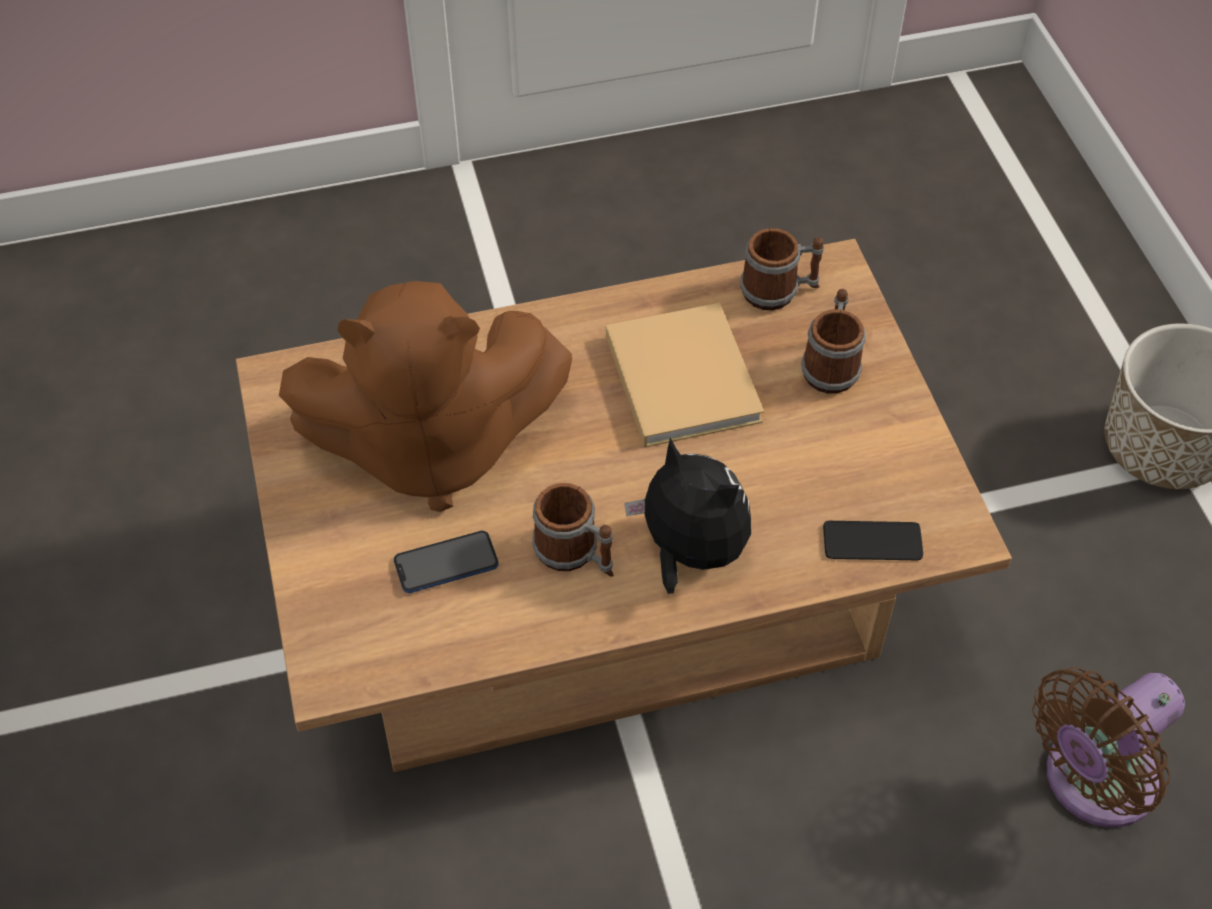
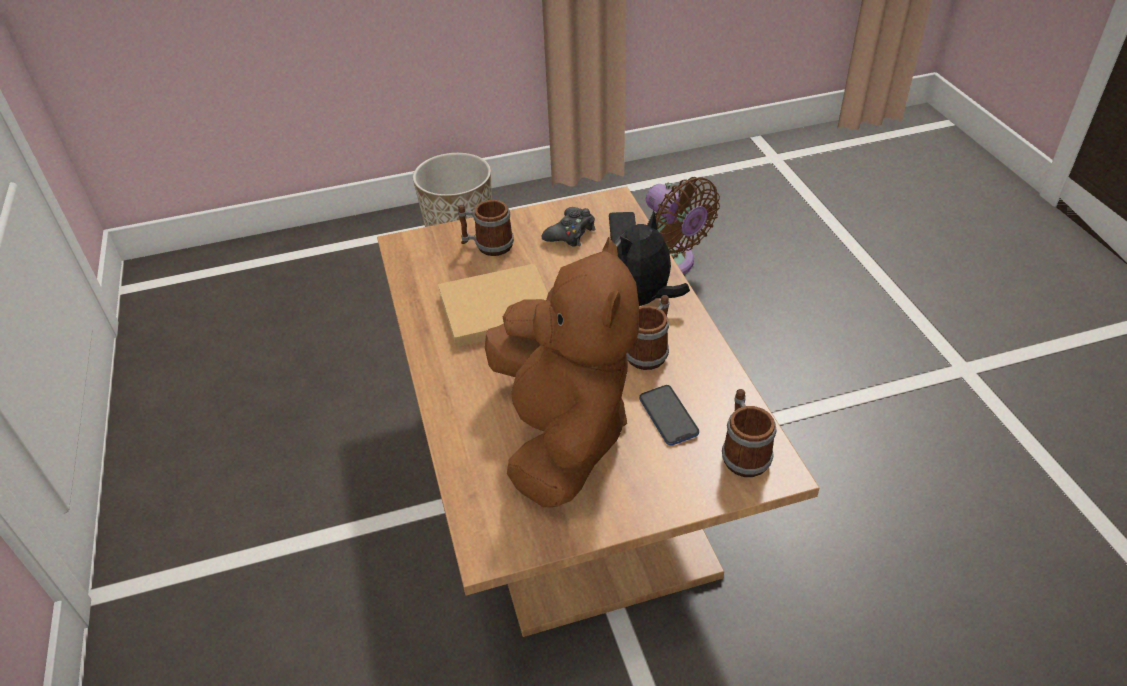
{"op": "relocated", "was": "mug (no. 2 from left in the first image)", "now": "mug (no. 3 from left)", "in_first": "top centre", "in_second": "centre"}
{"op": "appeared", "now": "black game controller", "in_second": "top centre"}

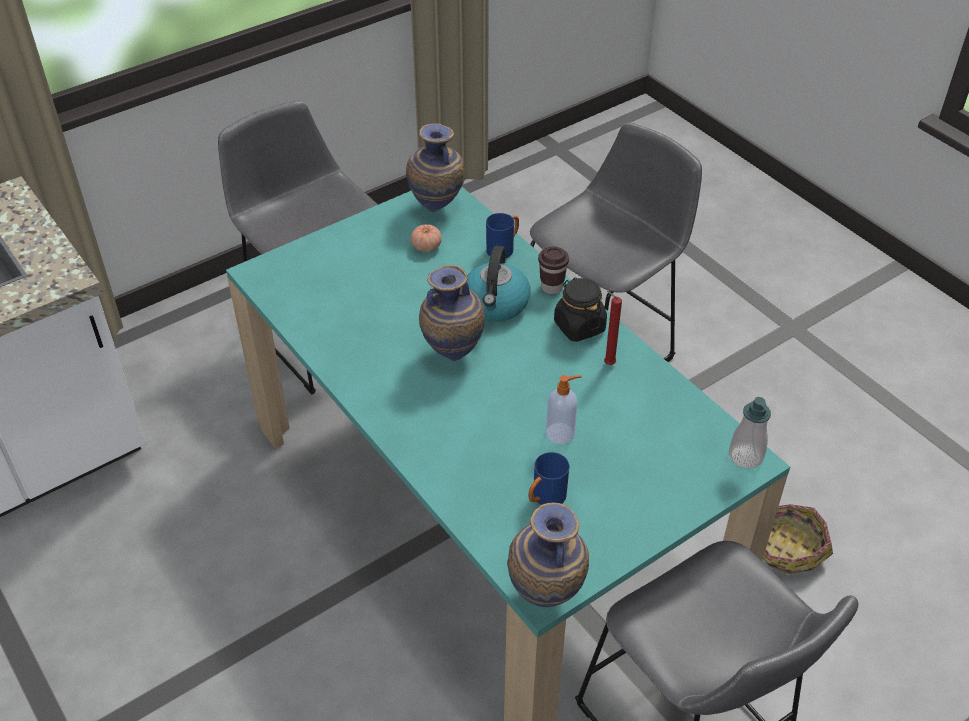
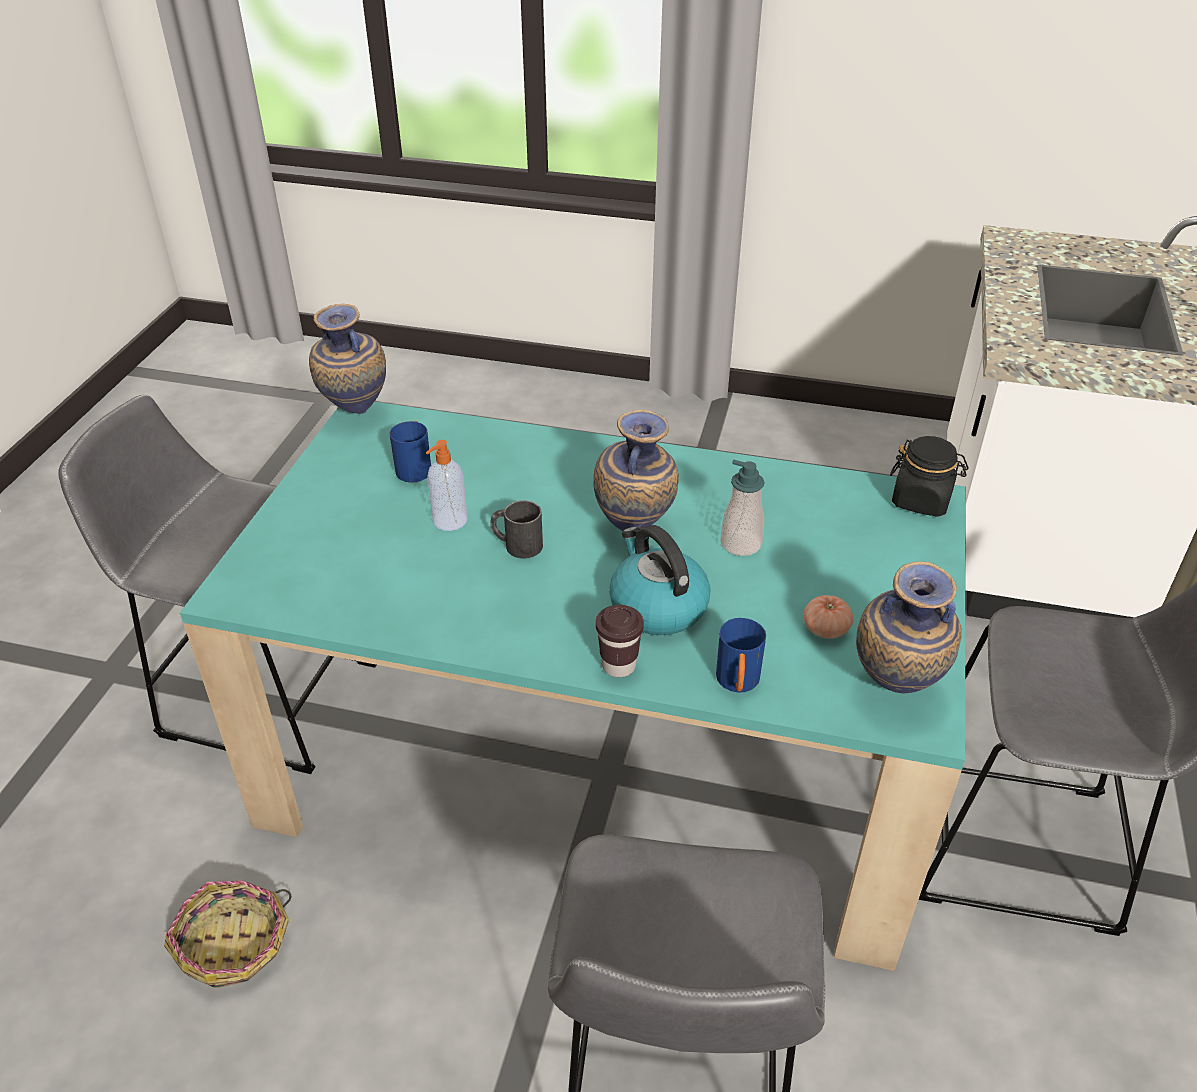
{"op": "relocated", "was": "black jar", "in_first": "centre", "in_second": "middle right"}
{"op": "missing", "was": "red candle", "in_first": "centre"}
{"op": "relocated", "was": "soap dispenser (no. 2 from left)", "in_first": "middle right", "in_second": "centre"}
{"op": "appeared", "now": "black mug", "in_second": "centre"}

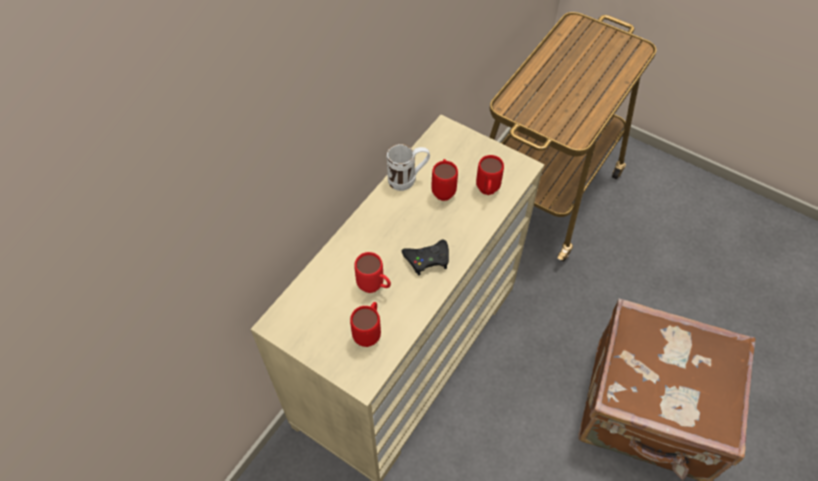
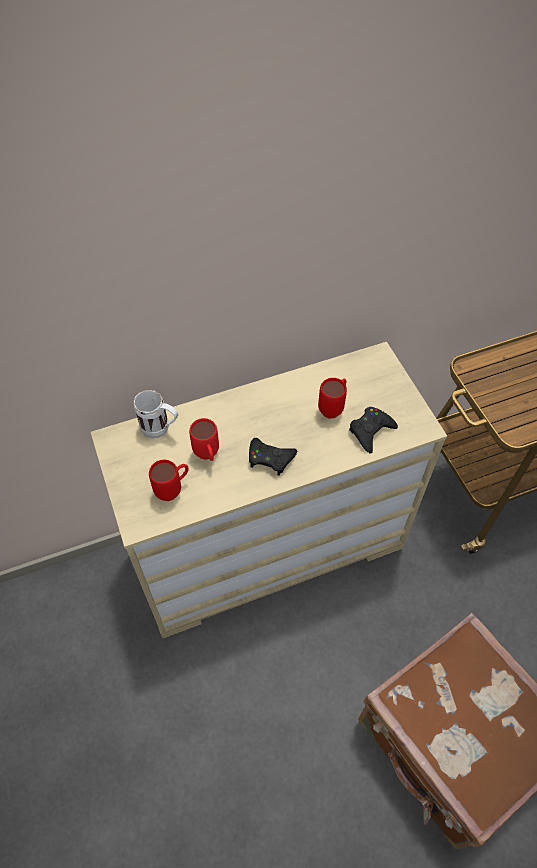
{"op": "relocated", "was": "white mug", "in_first": "centre", "in_second": "middle left"}
{"op": "exchanged", "was": "red mug (no. 4 from left)", "now": "black game controller (no. 2 from left)", "in_first": "centre", "in_second": "middle right"}

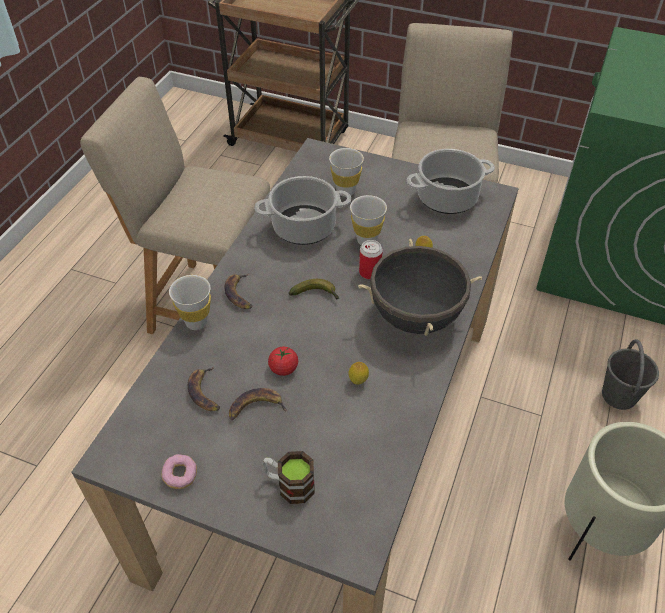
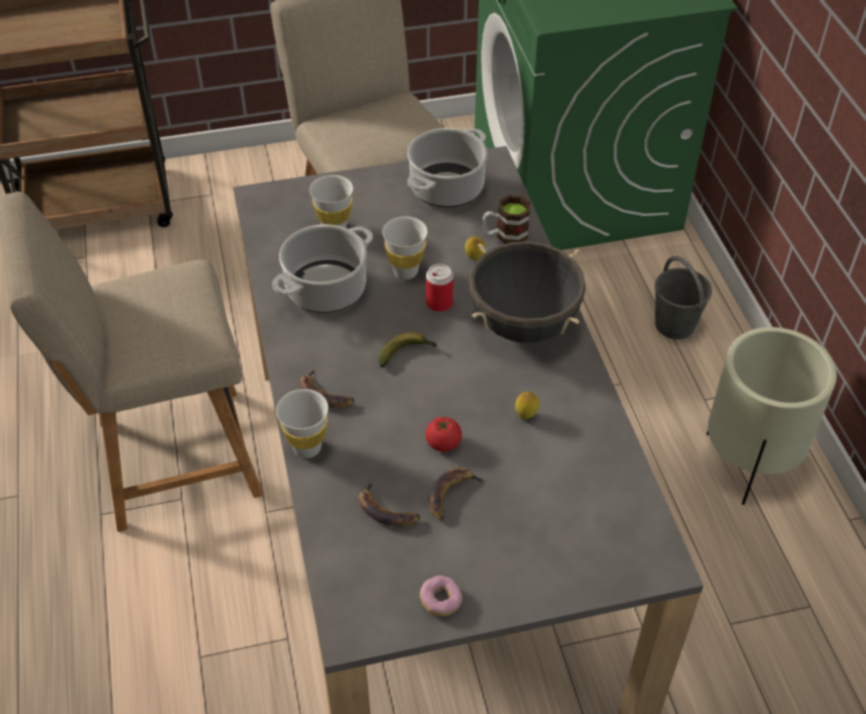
{"op": "relocated", "was": "mug", "in_first": "bottom centre", "in_second": "top centre"}

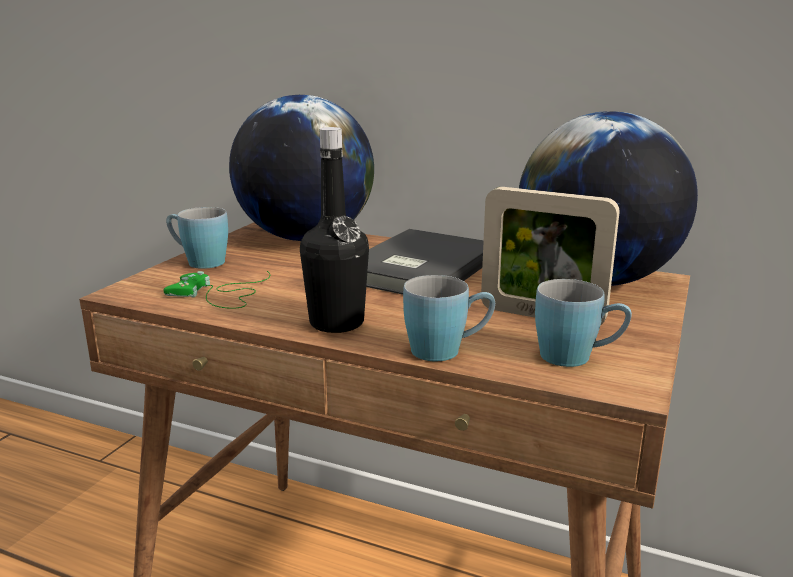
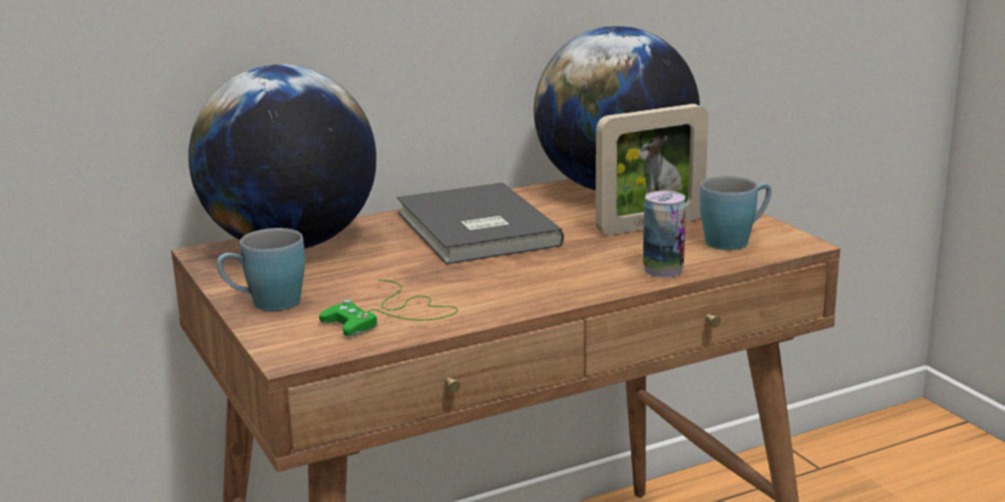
{"op": "missing", "was": "black bottle", "in_first": "centre"}
{"op": "exchanged", "was": "blue mug (no. 2 from left)", "now": "can", "in_first": "centre", "in_second": "centre"}

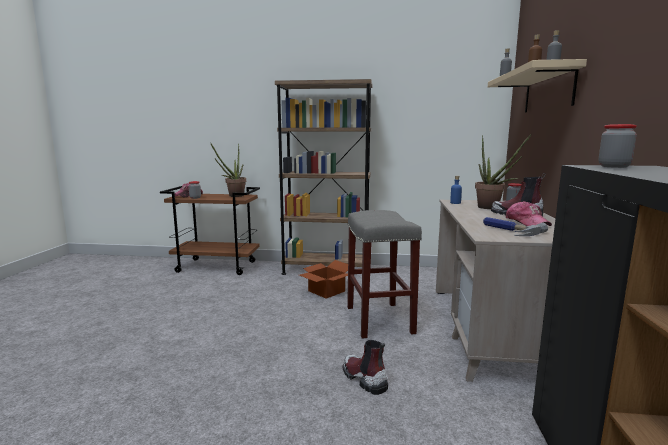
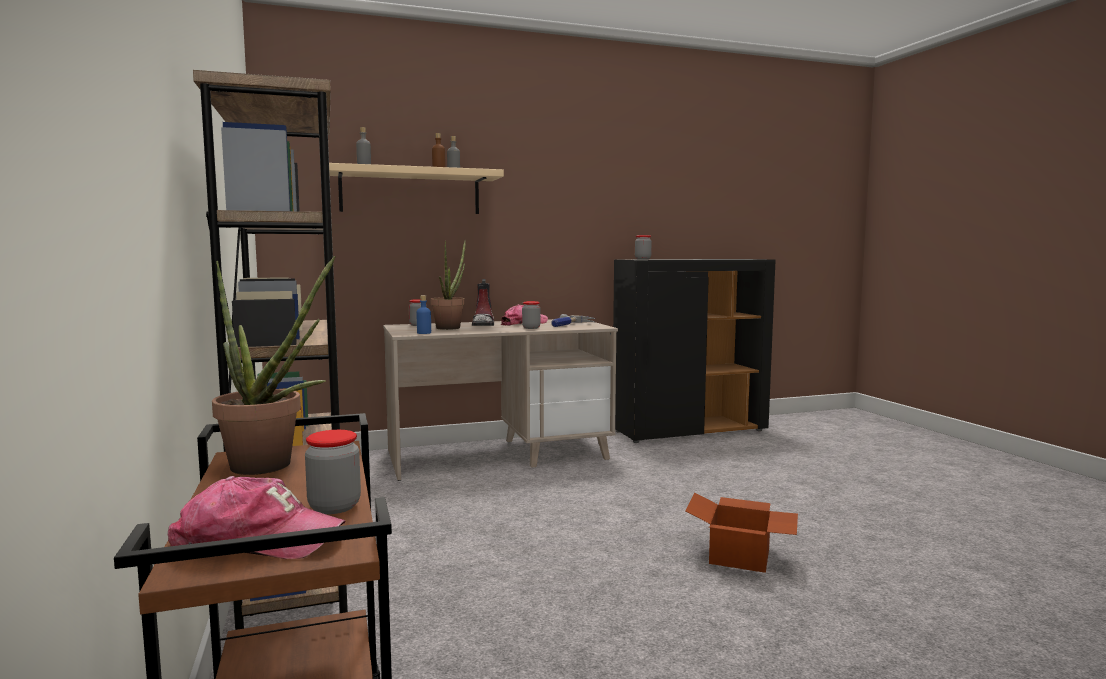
{"op": "missing", "was": "grey stool", "in_first": "centre"}
{"op": "relocated", "was": "cardboard box", "in_first": "centre", "in_second": "bottom right"}
{"op": "missing", "was": "boot (no. 1 from left)", "in_first": "bottom centre"}
{"op": "appeared", "now": "jar (no. 3 from left)", "in_second": "centre"}

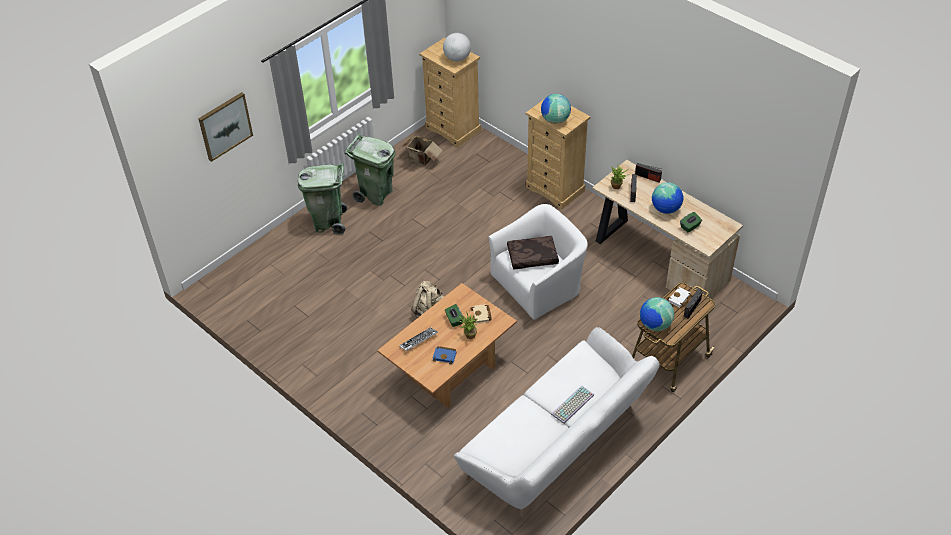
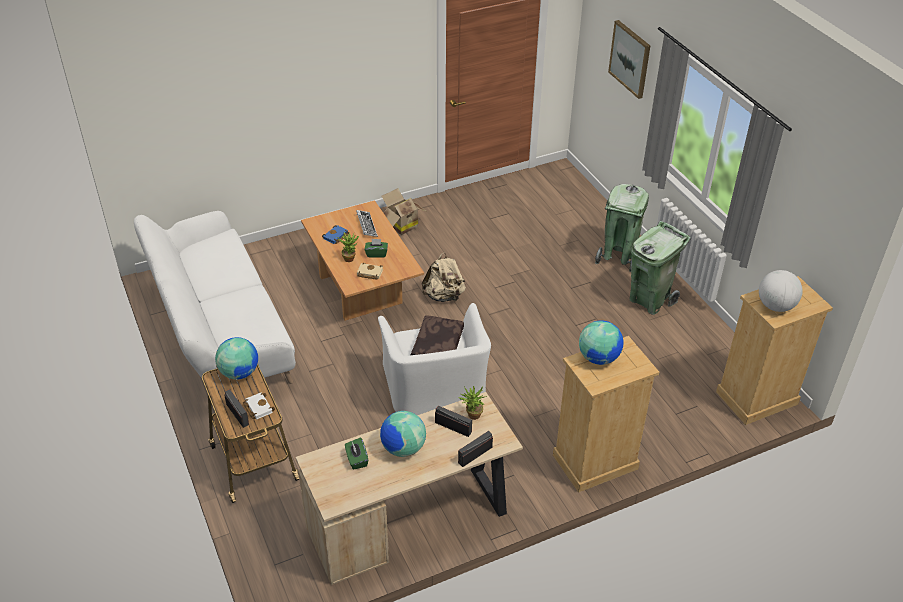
{"op": "relocated", "was": "cardboard box", "in_first": "top centre", "in_second": "centre"}
{"op": "missing", "was": "keyboard (no. 2 from left)", "in_first": "bottom centre"}

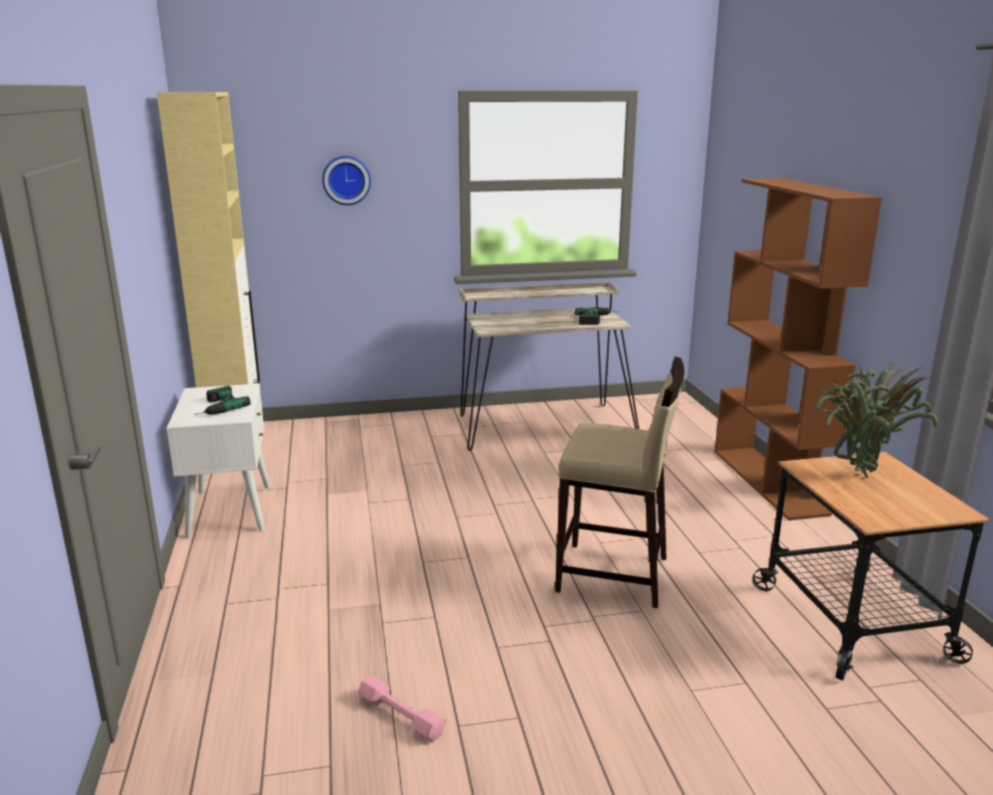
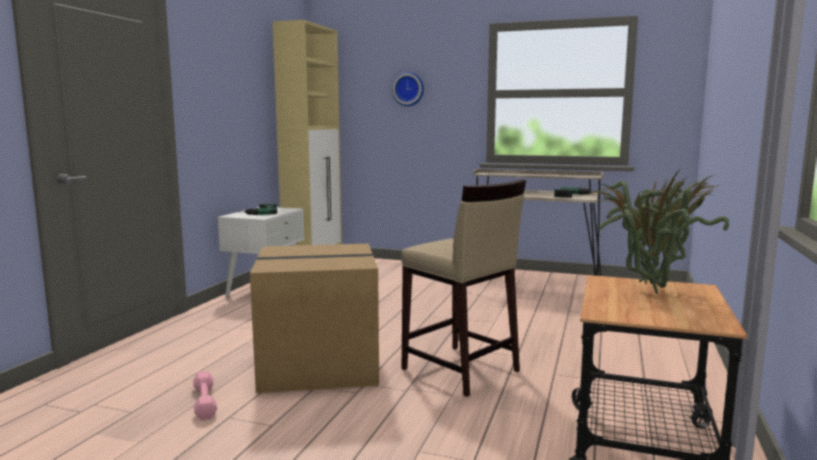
{"op": "missing", "was": "brown bookcase", "in_first": "middle right"}
{"op": "appeared", "now": "cardboard box", "in_second": "bottom centre"}

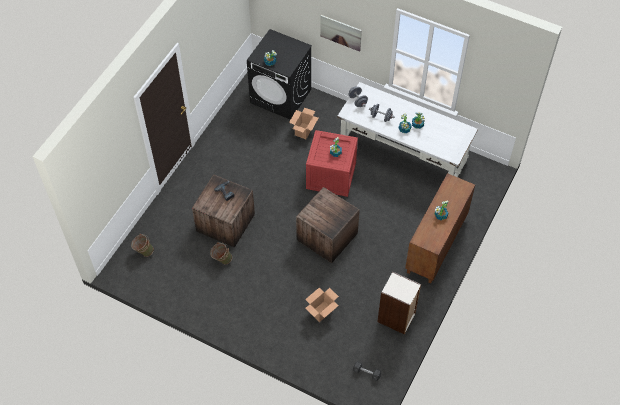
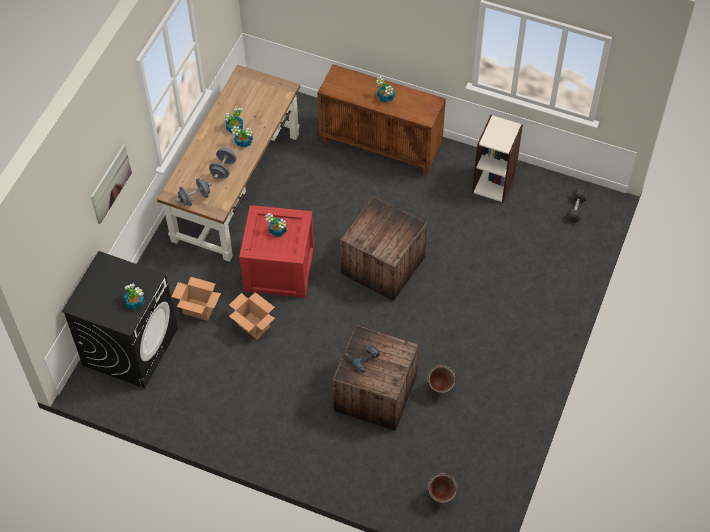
{"op": "colour", "was": "white desk", "now": "brown desk", "in_first": "top centre", "in_second": "top left"}
{"op": "relocated", "was": "cardboard box (no. 2 from left)", "in_first": "bottom centre", "in_second": "centre"}

